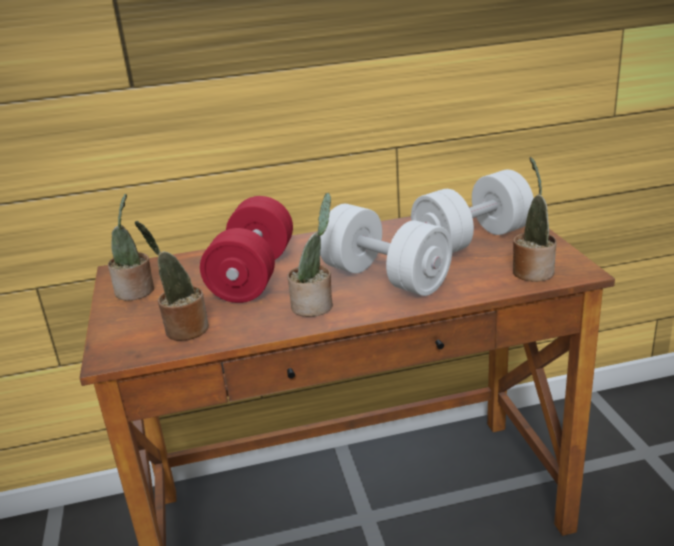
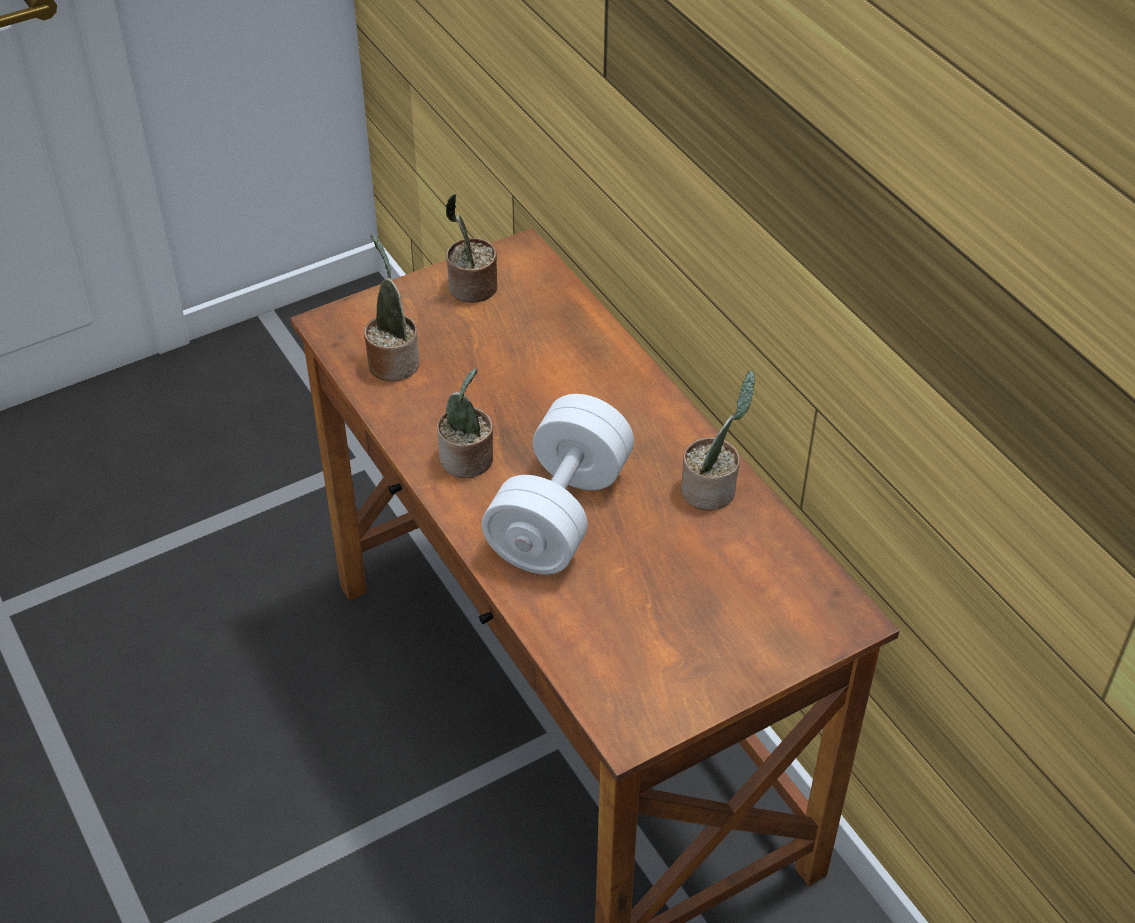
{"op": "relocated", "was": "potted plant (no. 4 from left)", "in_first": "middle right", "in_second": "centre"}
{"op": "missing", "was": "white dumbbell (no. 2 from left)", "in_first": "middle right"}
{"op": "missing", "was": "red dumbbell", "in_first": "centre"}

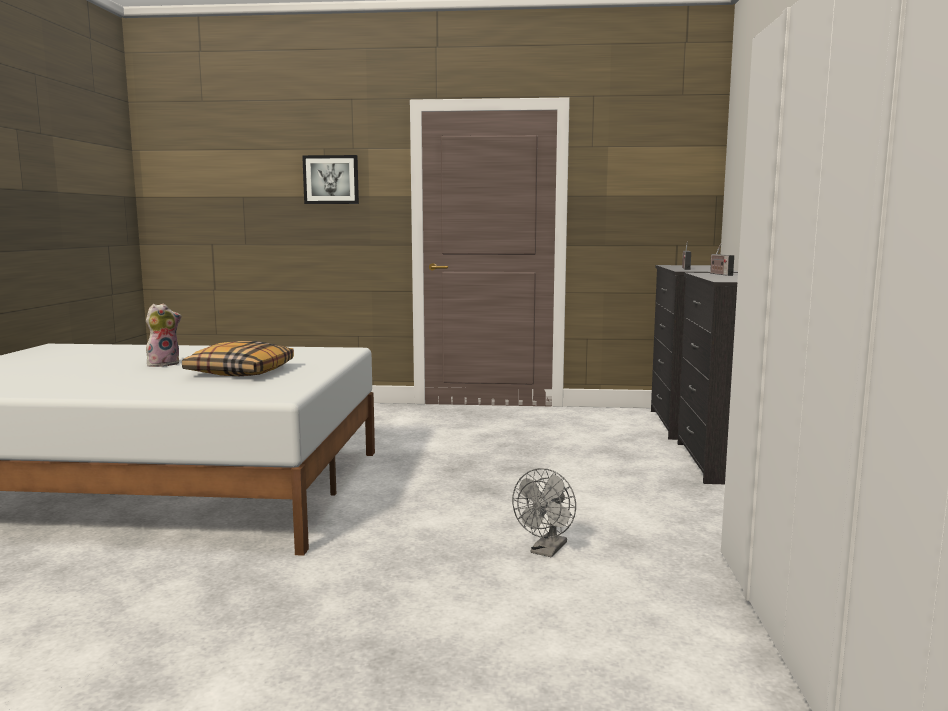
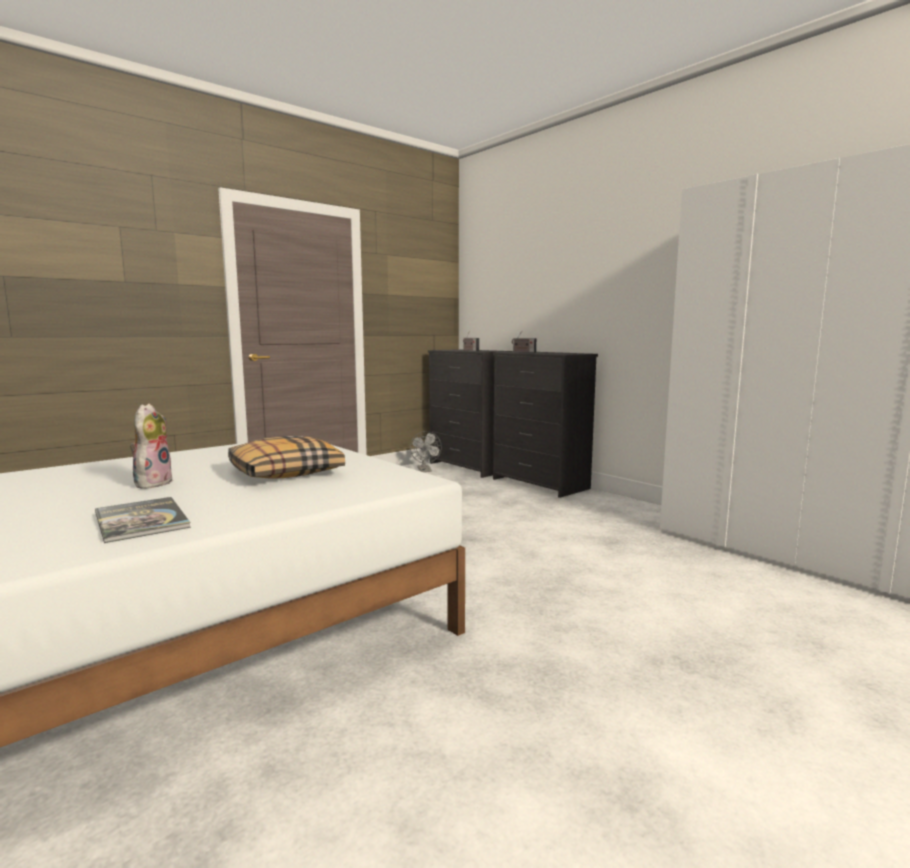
{"op": "missing", "was": "picture", "in_first": "top centre"}
{"op": "relocated", "was": "grey fan", "in_first": "bottom centre", "in_second": "centre"}
{"op": "appeared", "now": "book", "in_second": "middle left"}

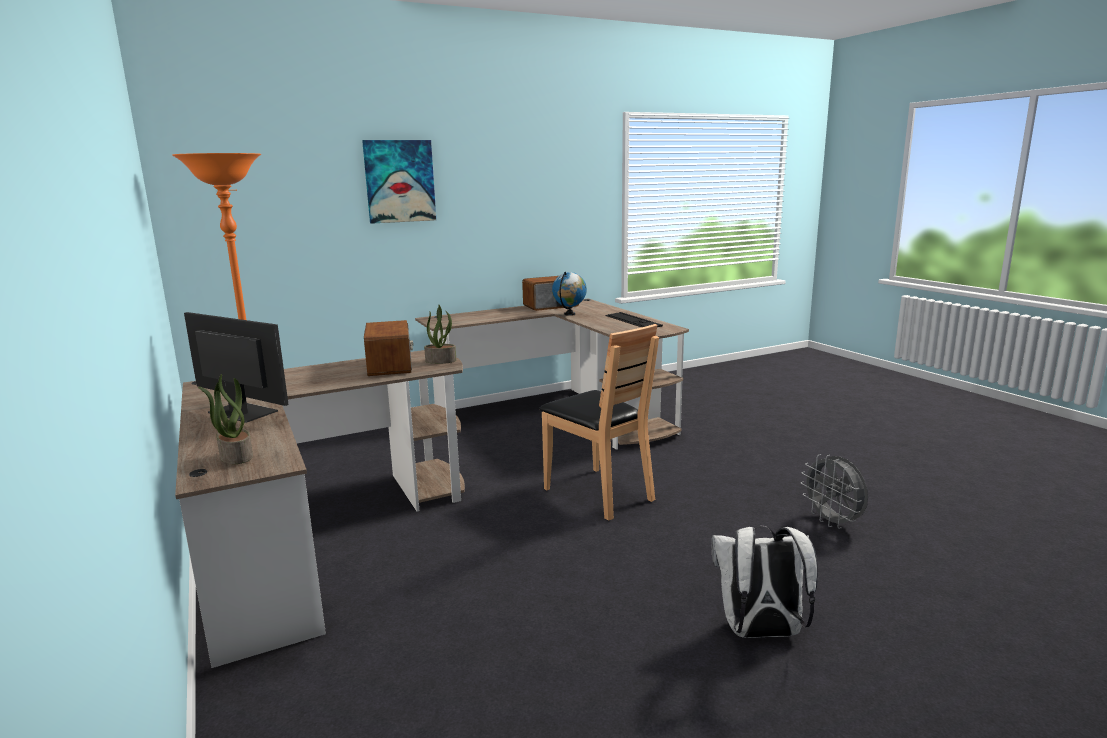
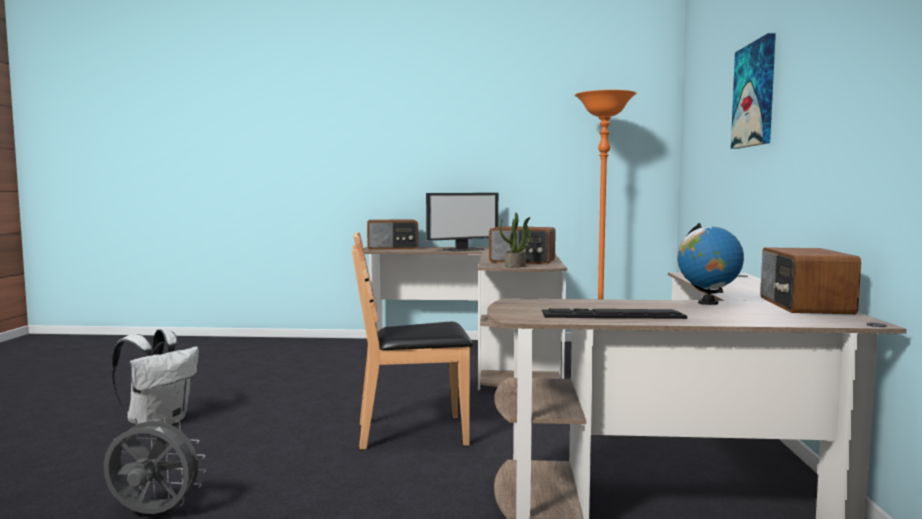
{"op": "exchanged", "was": "potted plant (no. 1 from left)", "now": "radio (no. 1 from left)", "in_first": "middle left", "in_second": "centre"}

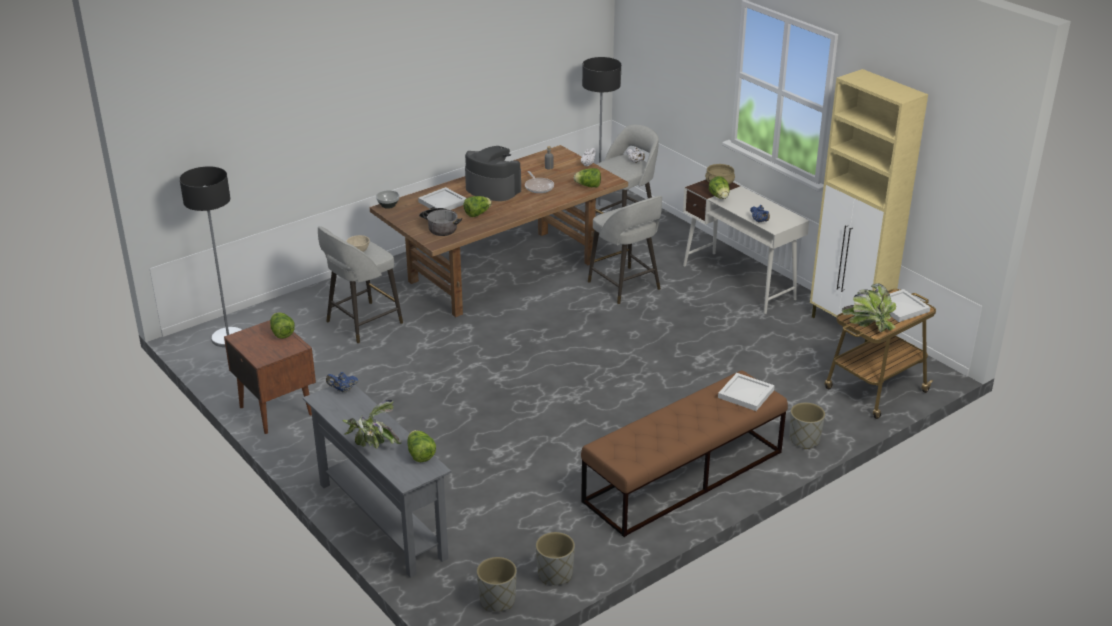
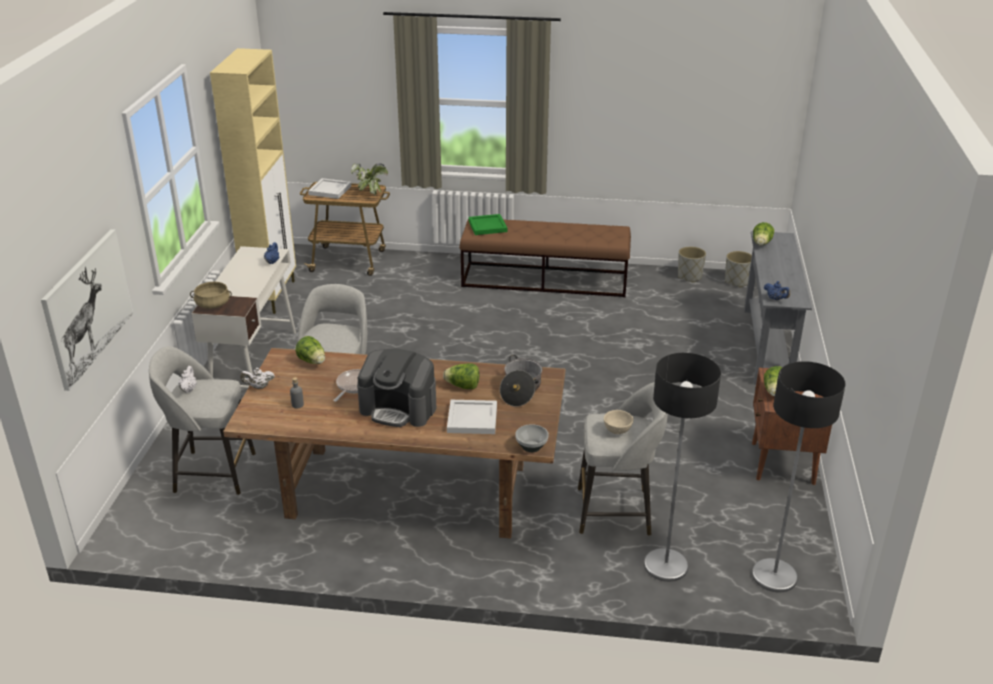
{"op": "relocated", "was": "floor lamp (no. 2 from left in the first image)", "now": "floor lamp (no. 1 from left)", "in_first": "top centre", "in_second": "bottom right"}
{"op": "spun", "was": "coffee machine", "in_first": "top centre", "in_second": "centre", "clockwise": -60}
{"op": "missing", "was": "lettuce (no. 5 from left)", "in_first": "top centre"}
{"op": "colour", "was": "white tray (no. 2 from left)", "now": "green tray", "in_first": "middle right", "in_second": "top centre"}
{"op": "missing", "was": "potted plant (no. 1 from left)", "in_first": "bottom centre"}
{"op": "missing", "was": "grey planter (no. 3 from left)", "in_first": "bottom right"}
{"op": "appeared", "now": "picture", "in_second": "middle left"}

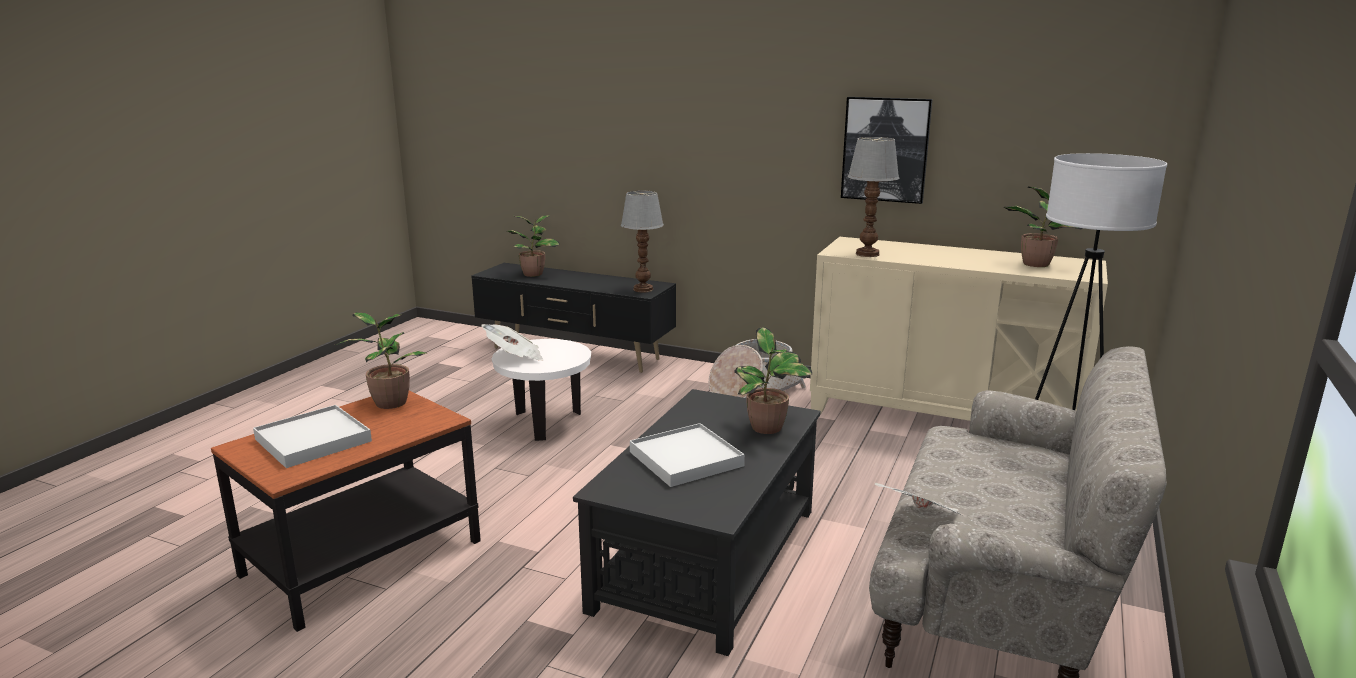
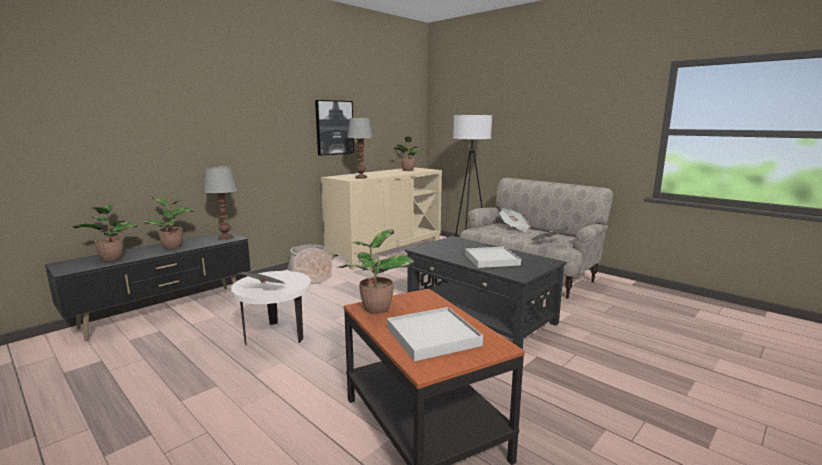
{"op": "relocated", "was": "potted plant (no. 3 from left in the first image)", "now": "potted plant (no. 2 from left)", "in_first": "centre", "in_second": "middle left"}
{"op": "appeared", "now": "newspaper (no. 2 from left)", "in_second": "centre"}

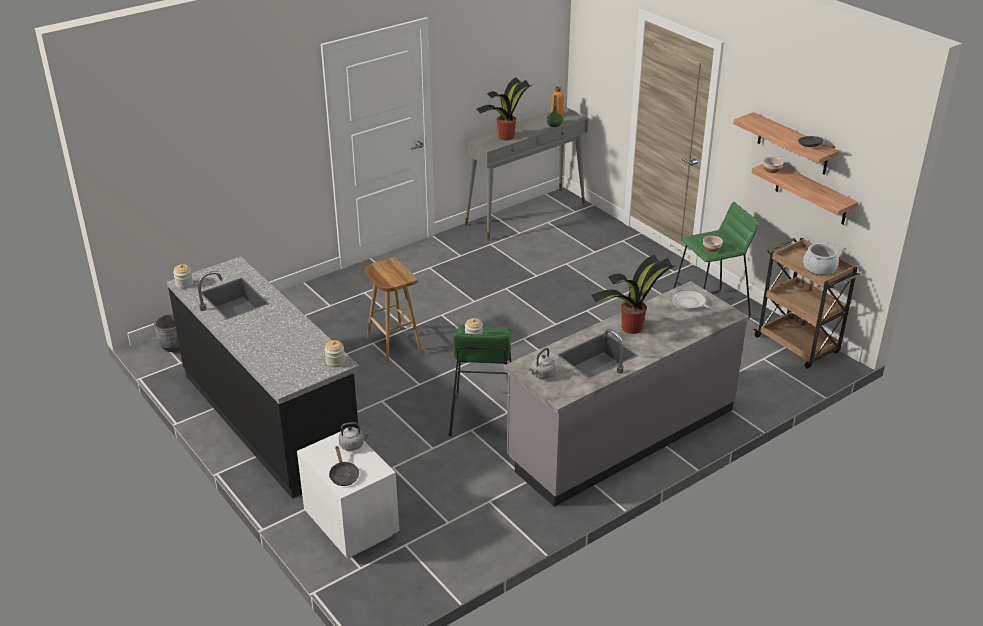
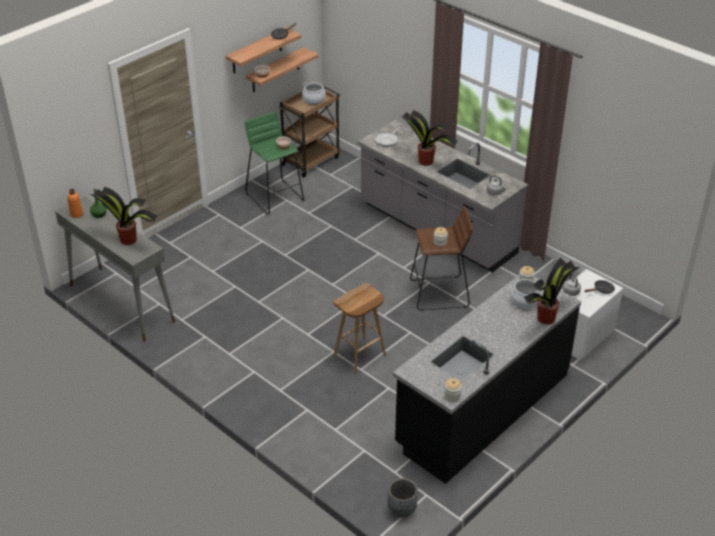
{"op": "colour", "was": "green stool (no. 1 from left)", "now": "brown stool (no. 2 from left)", "in_first": "centre", "in_second": "centre"}
{"op": "appeared", "now": "potted plant (no. 3 from left)", "in_second": "middle right"}
{"op": "appeared", "now": "cooking pot (no. 2 from left)", "in_second": "middle right"}

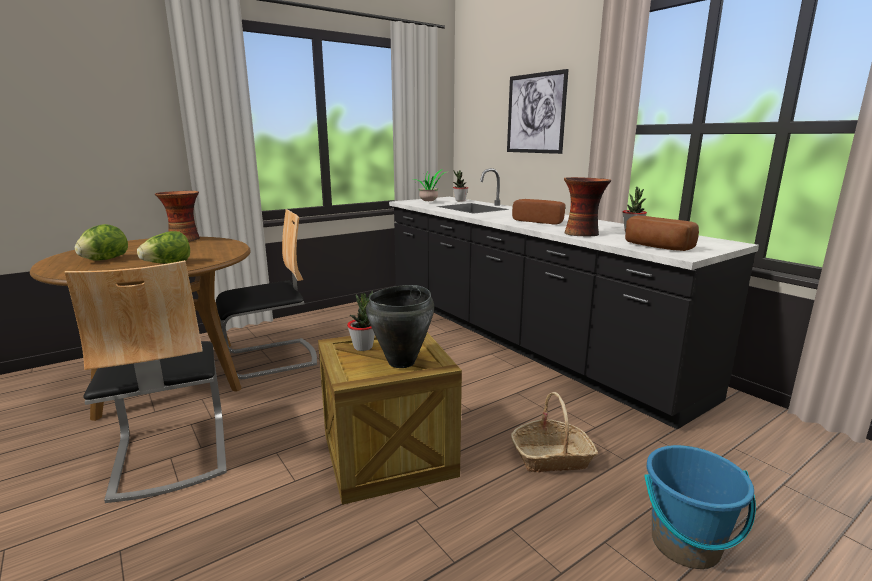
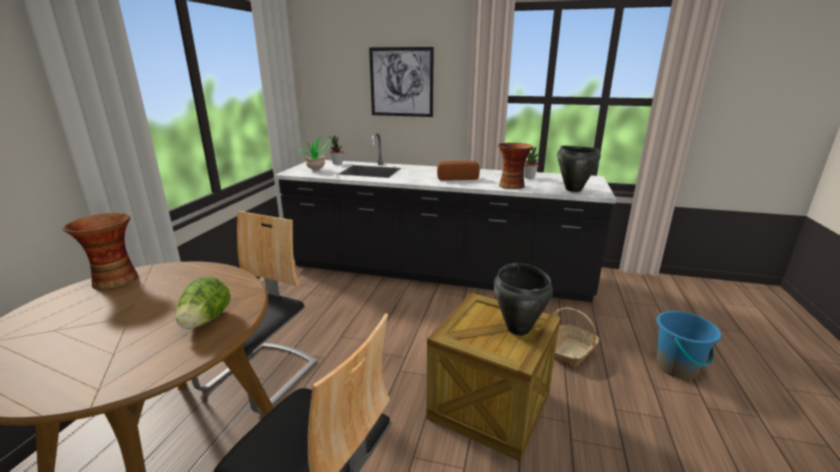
{"op": "exchanged", "was": "bread (no. 2 from left)", "now": "black cooking pot (no. 2 from left)", "in_first": "middle right", "in_second": "middle right"}
{"op": "missing", "was": "lettuce (no. 1 from left)", "in_first": "middle left"}
{"op": "missing", "was": "potted plant (no. 1 from left)", "in_first": "centre"}

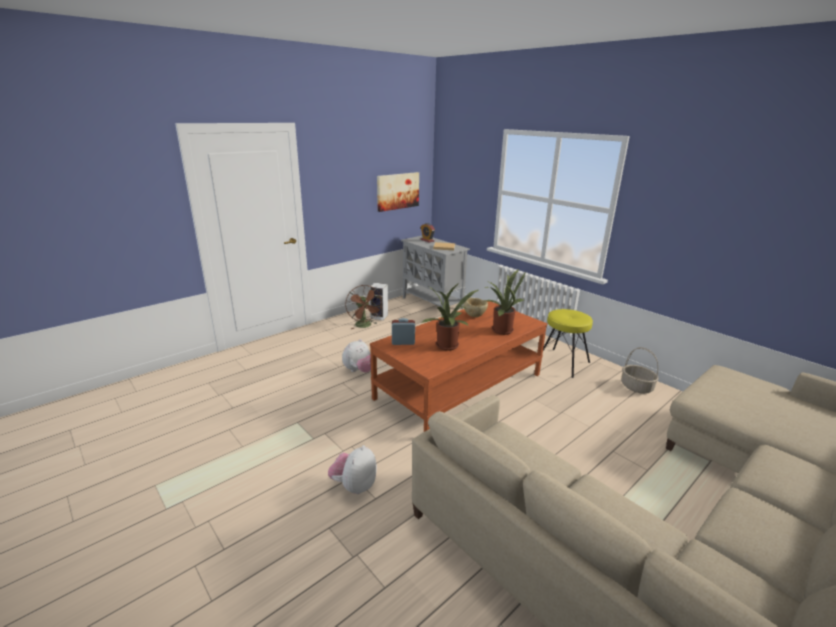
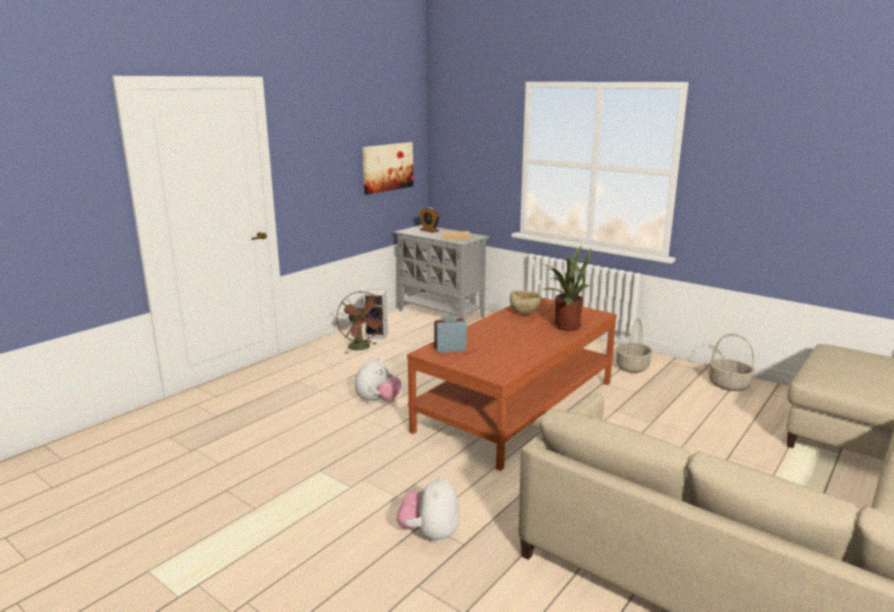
{"op": "missing", "was": "potted plant (no. 1 from left)", "in_first": "centre"}
{"op": "exchanged", "was": "yellow stool", "now": "basket (no. 1 from left)", "in_first": "middle right", "in_second": "middle right"}

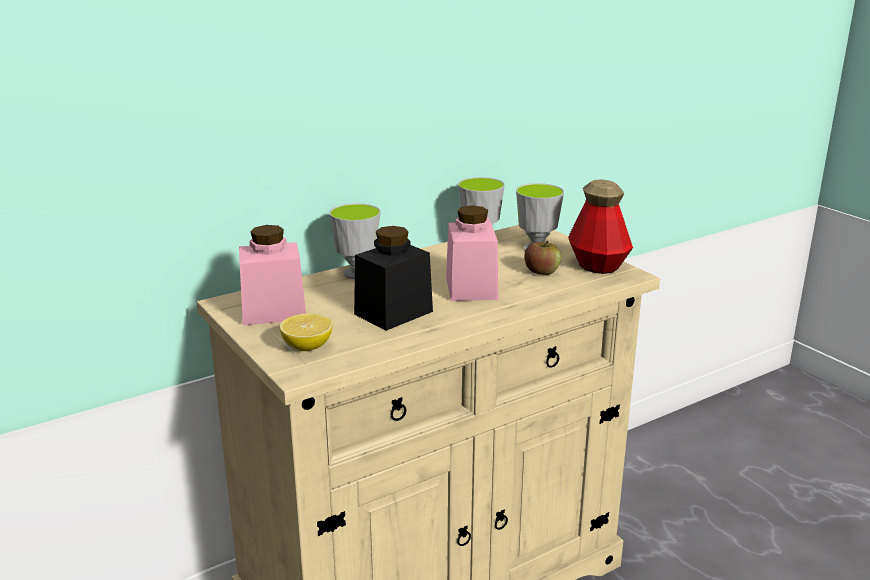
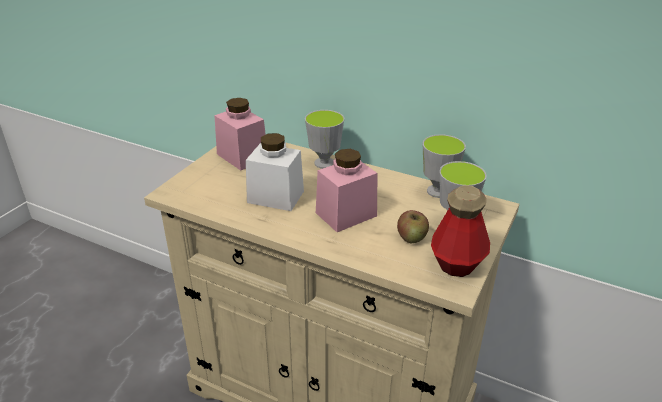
{"op": "colour", "was": "black jar", "now": "white jar", "in_first": "centre", "in_second": "centre"}
{"op": "missing", "was": "lemon", "in_first": "centre"}

